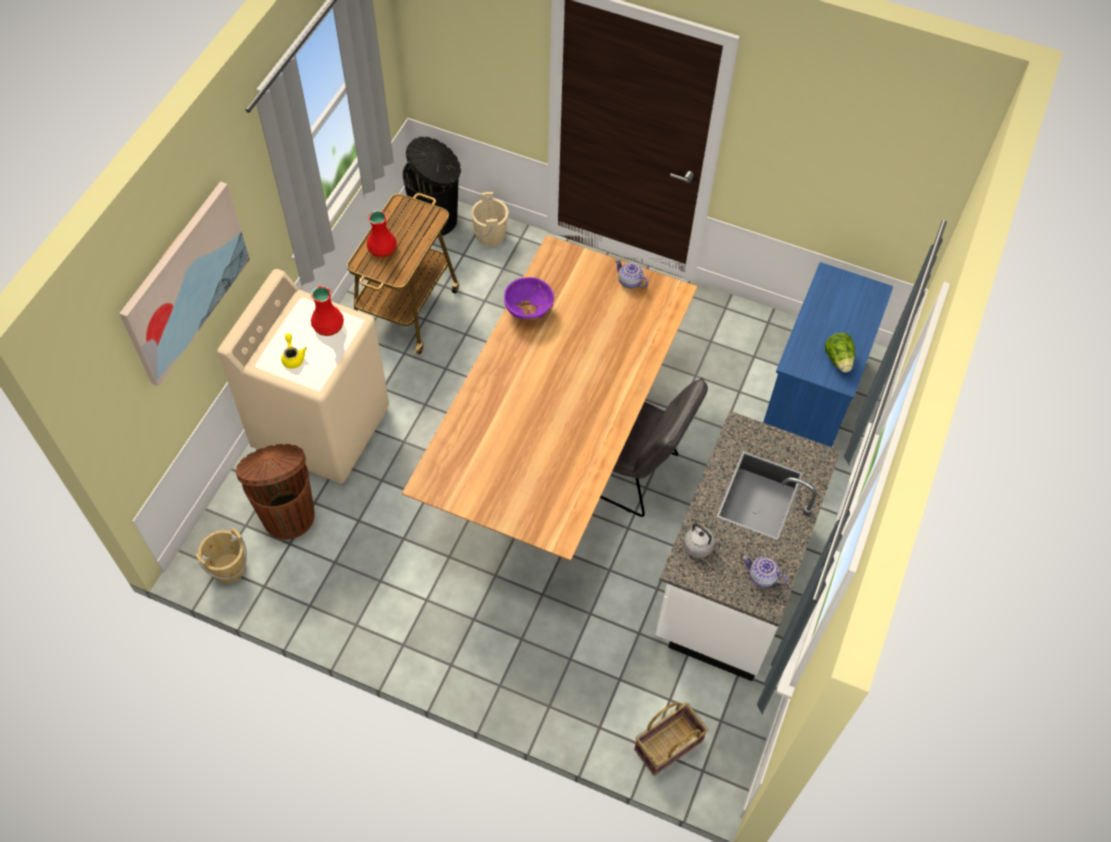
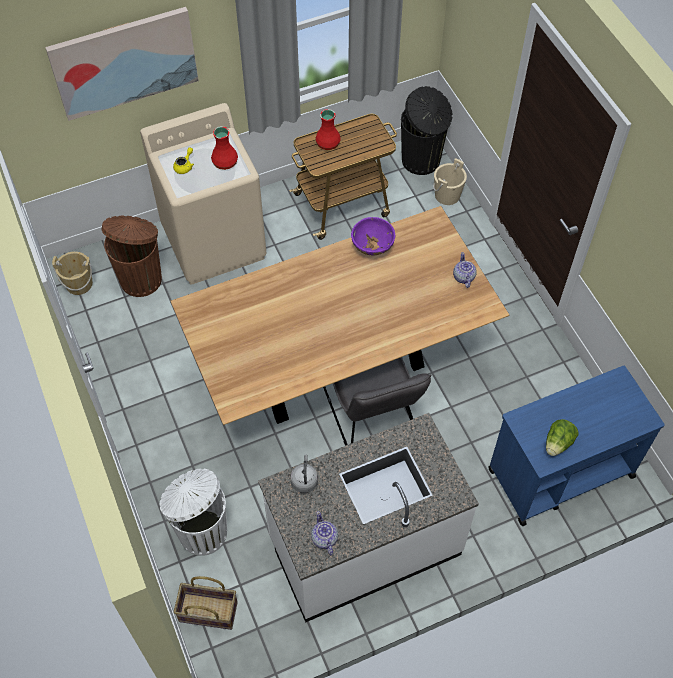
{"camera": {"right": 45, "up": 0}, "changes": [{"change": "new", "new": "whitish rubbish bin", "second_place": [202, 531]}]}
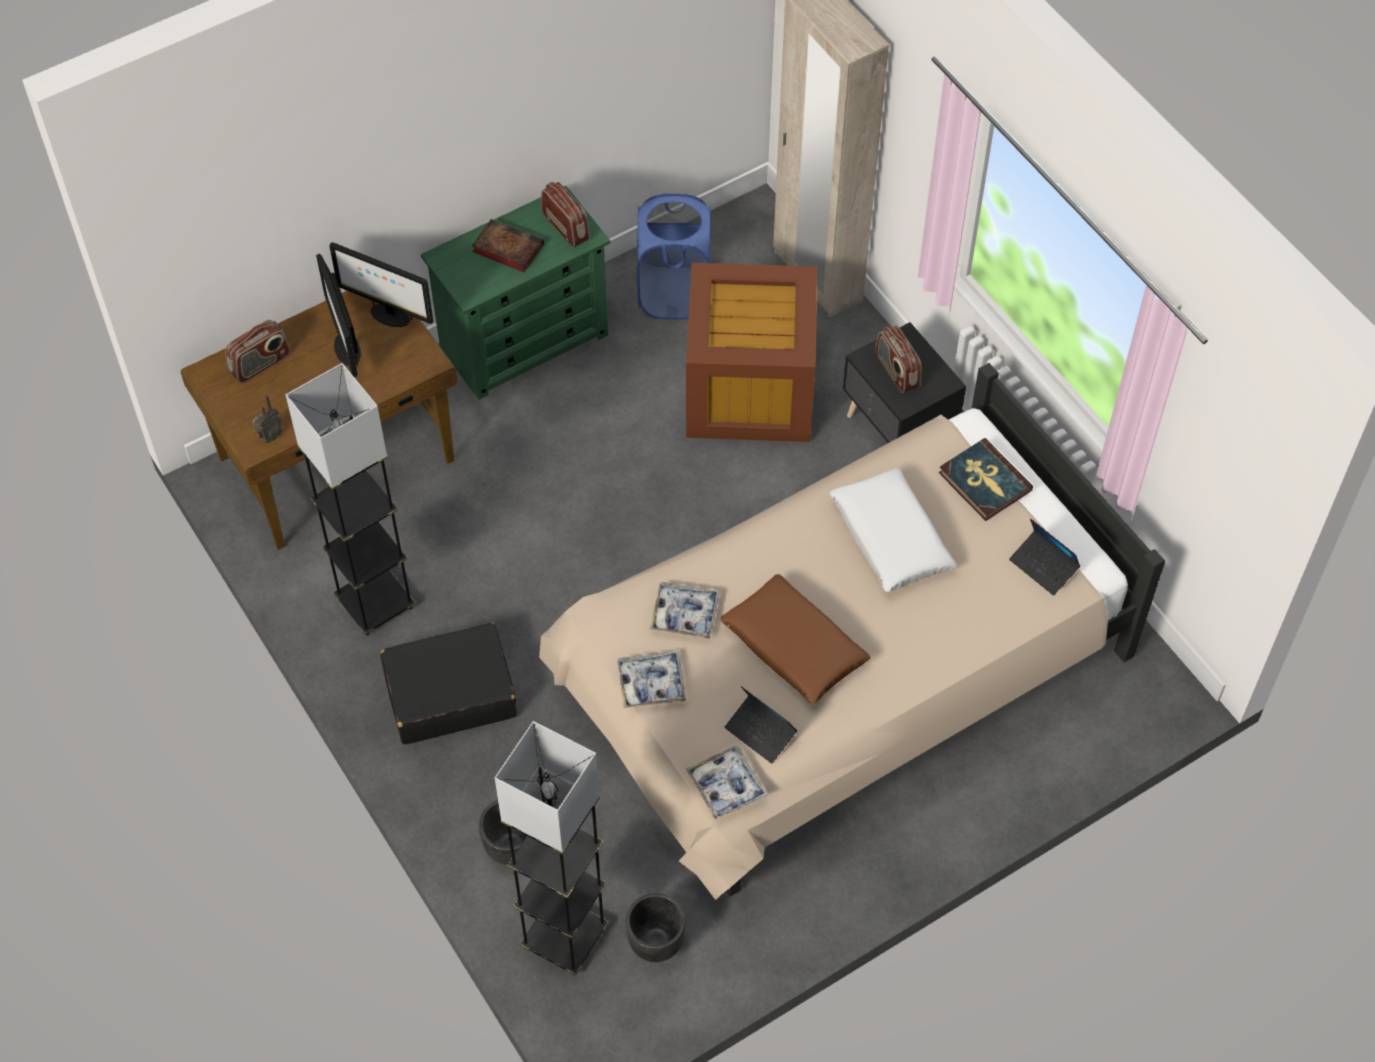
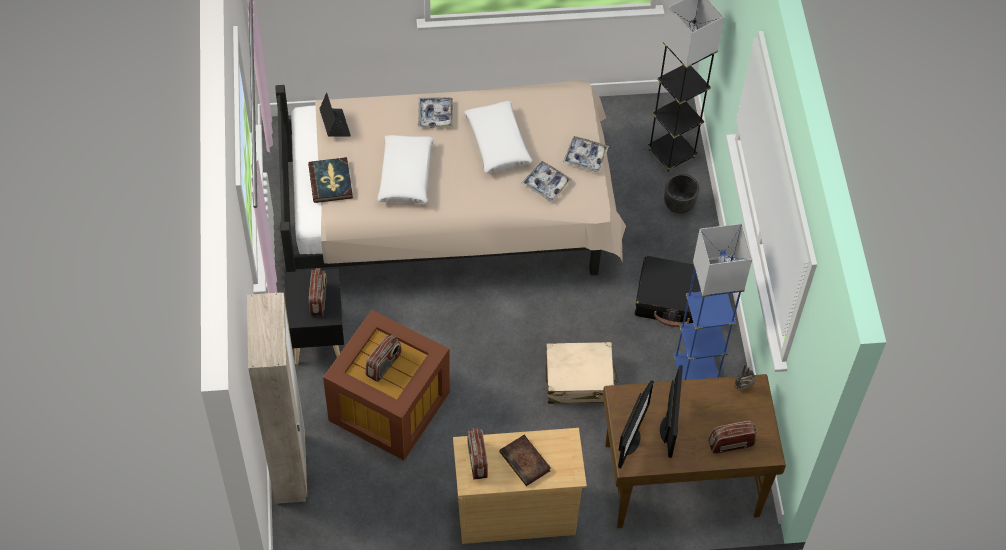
{"camera": {"right": -155, "up": 0}, "changes": [{"change": "gone", "old": "black plant pot", "first_place": [655, 944]}, {"change": "gone", "old": "blue laundry basket", "first_place": [674, 294]}, {"change": "gone", "old": "notebook computer", "first_place": [760, 732]}, {"change": "new", "new": "radio", "second_place": [384, 365]}, {"change": "new", "new": "beige-coloured travel case", "second_place": [579, 380]}, {"change": "shifted", "old": "serving tray", "first_place": [726, 786], "second_place": [435, 115]}, {"change": "repainted", "old": "greyish standard lamp", "new": "blue standard lamp", "first_place": [375, 604], "second_place": [696, 372]}, {"change": "repainted", "old": "green chest of drawers", "new": "beige-coloured chest of drawers", "first_place": [525, 341], "second_place": [515, 512]}, {"change": "repainted", "old": "brown-coloured cushion", "new": "whitish cushion", "first_place": [793, 647], "second_place": [498, 142]}, {"change": "rotated", "old": "monitor", "first_place": [389, 315], "second_place": [630, 442], "degrees": 60}]}
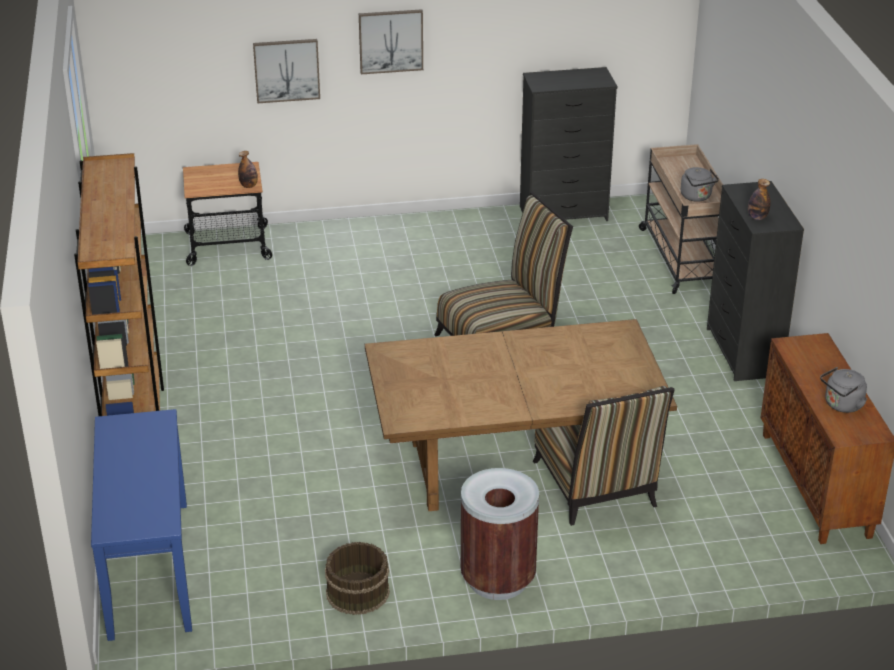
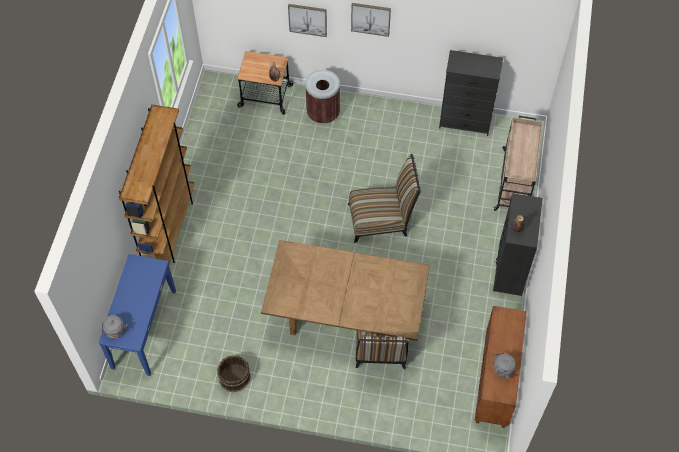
{"camera": {"right": 20, "up": 25}, "changes": [{"change": "shifted", "old": "brown-coloured rubbish bin", "first_place": [497, 579], "second_place": [323, 114]}, {"change": "shifted", "old": "greyish tea kettle", "first_place": [697, 197], "second_place": [115, 332]}]}
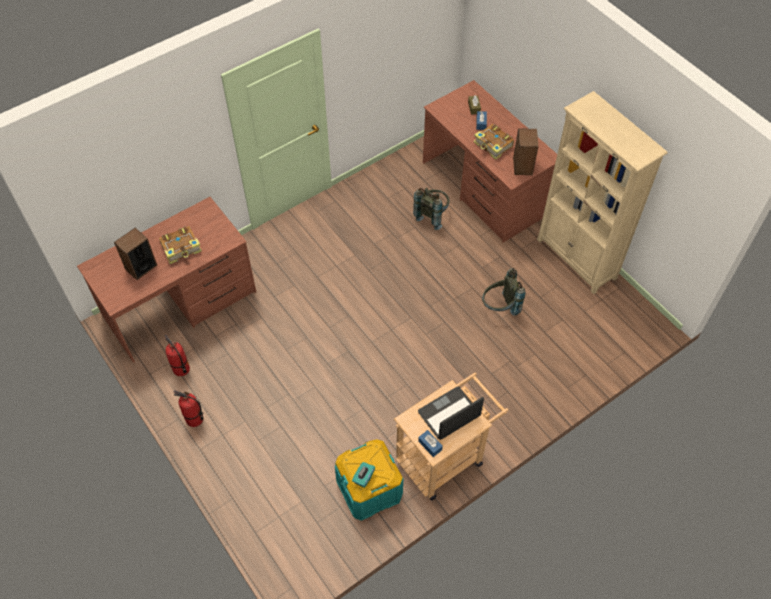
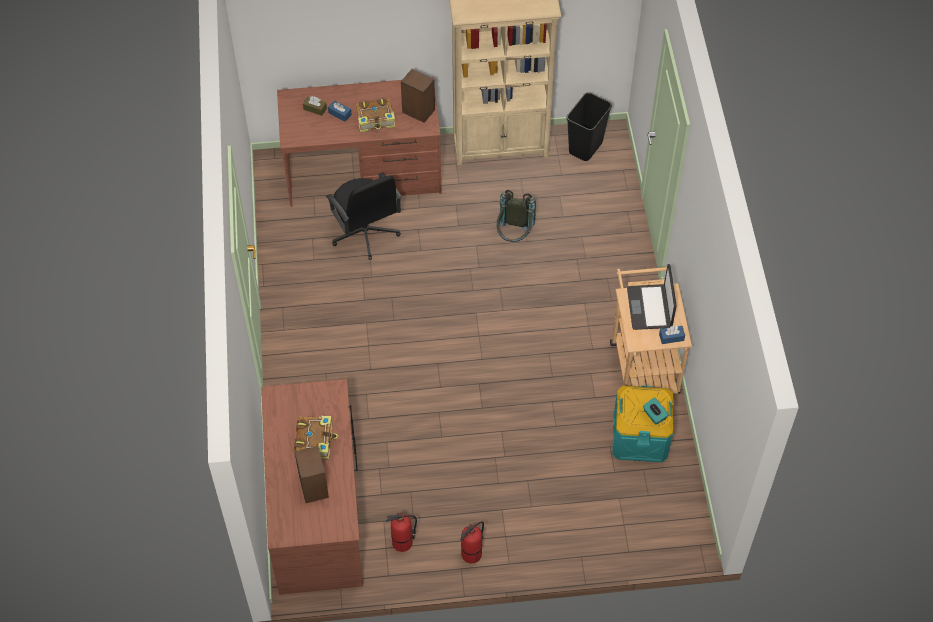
{"camera": {"right": -60, "up": 0}, "changes": [{"change": "new", "new": "black rubbish bin", "second_place": [585, 147]}, {"change": "swapped", "old": "greyish backpack", "new": "black office chair", "first_place": [432, 215], "second_place": [365, 233]}]}
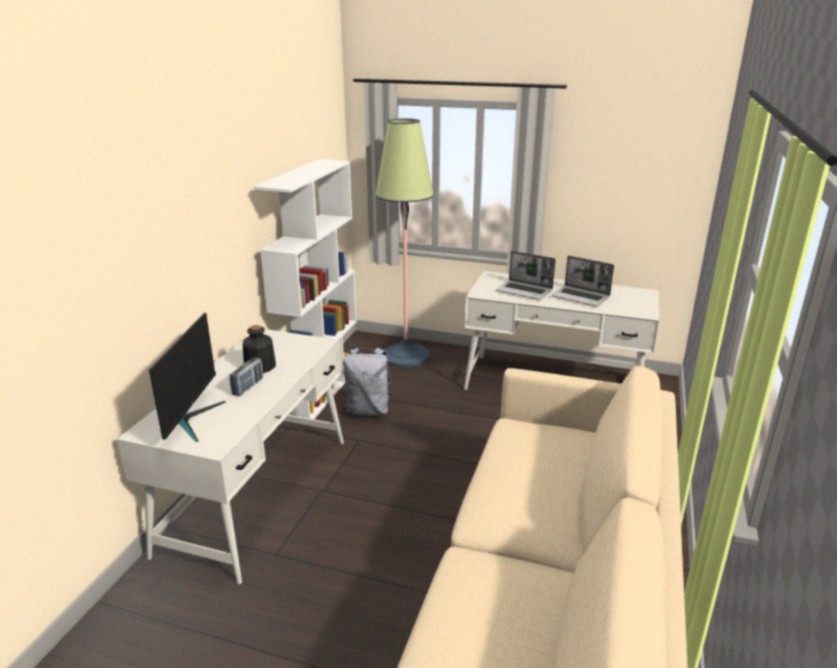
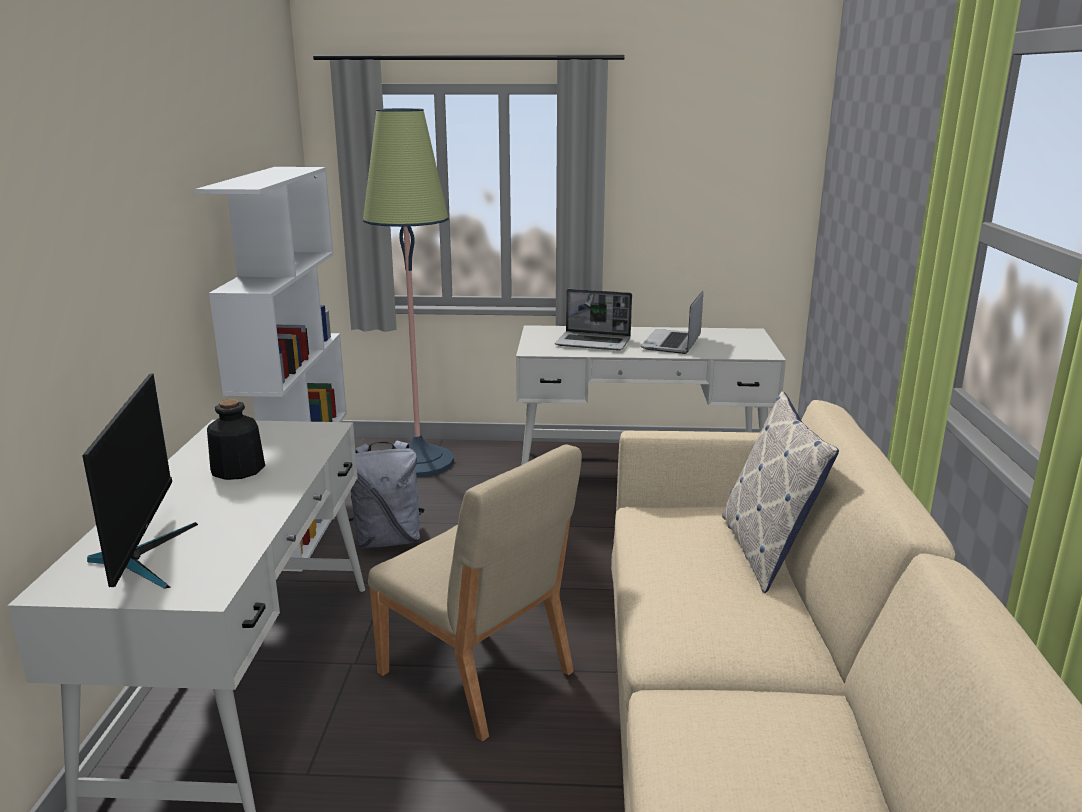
{"camera": {"right": -15, "up": -5}, "changes": [{"change": "gone", "old": "radio", "first_place": [248, 387]}, {"change": "new", "new": "beige-coloured chair", "second_place": [476, 674]}, {"change": "new", "new": "cushion", "second_place": [766, 551]}, {"change": "rotated", "old": "notebook computer", "first_place": [581, 297], "second_place": [672, 343], "degrees": 90}]}
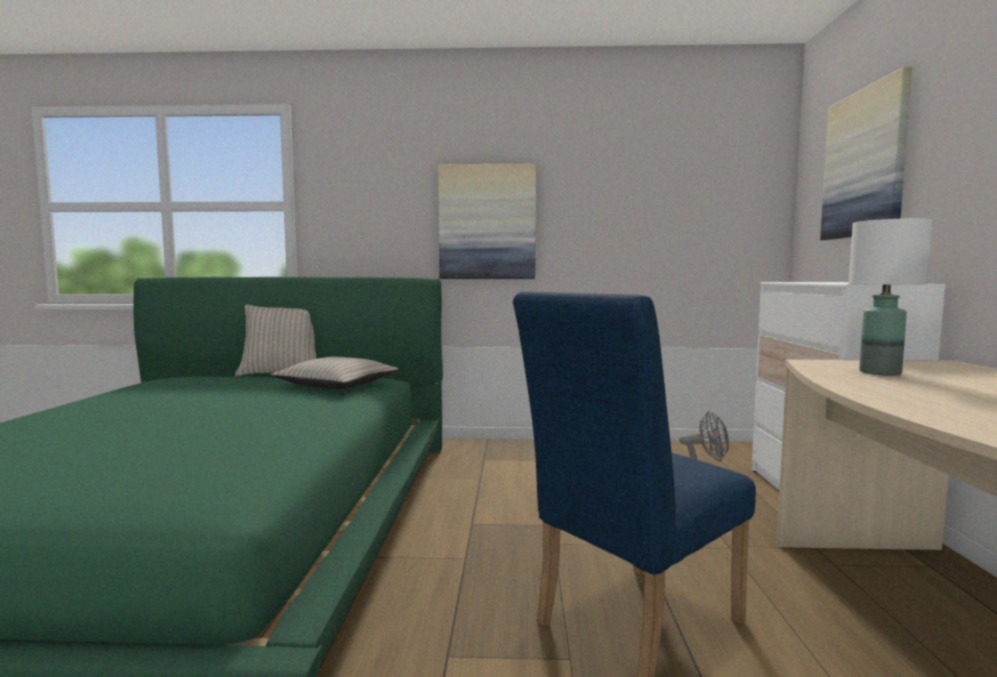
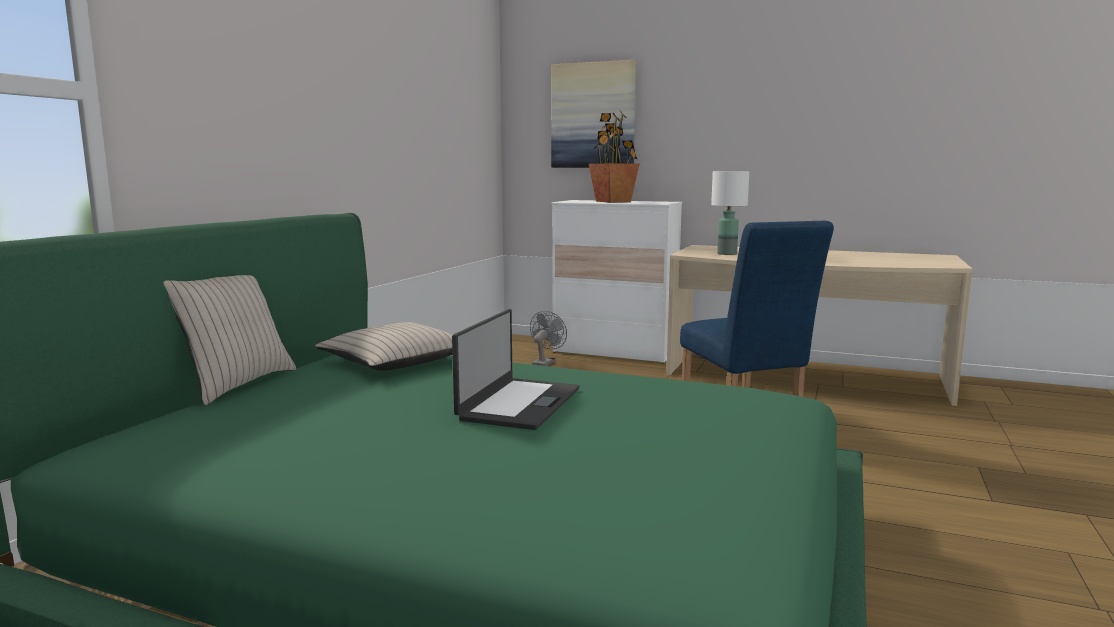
{"camera": {"right": -70, "up": 5}, "changes": [{"change": "gone", "old": "wall picture", "first_place": [487, 222]}, {"change": "new", "new": "notebook computer", "second_place": [518, 404]}, {"change": "new", "new": "plant in a pot", "second_place": [612, 201]}]}
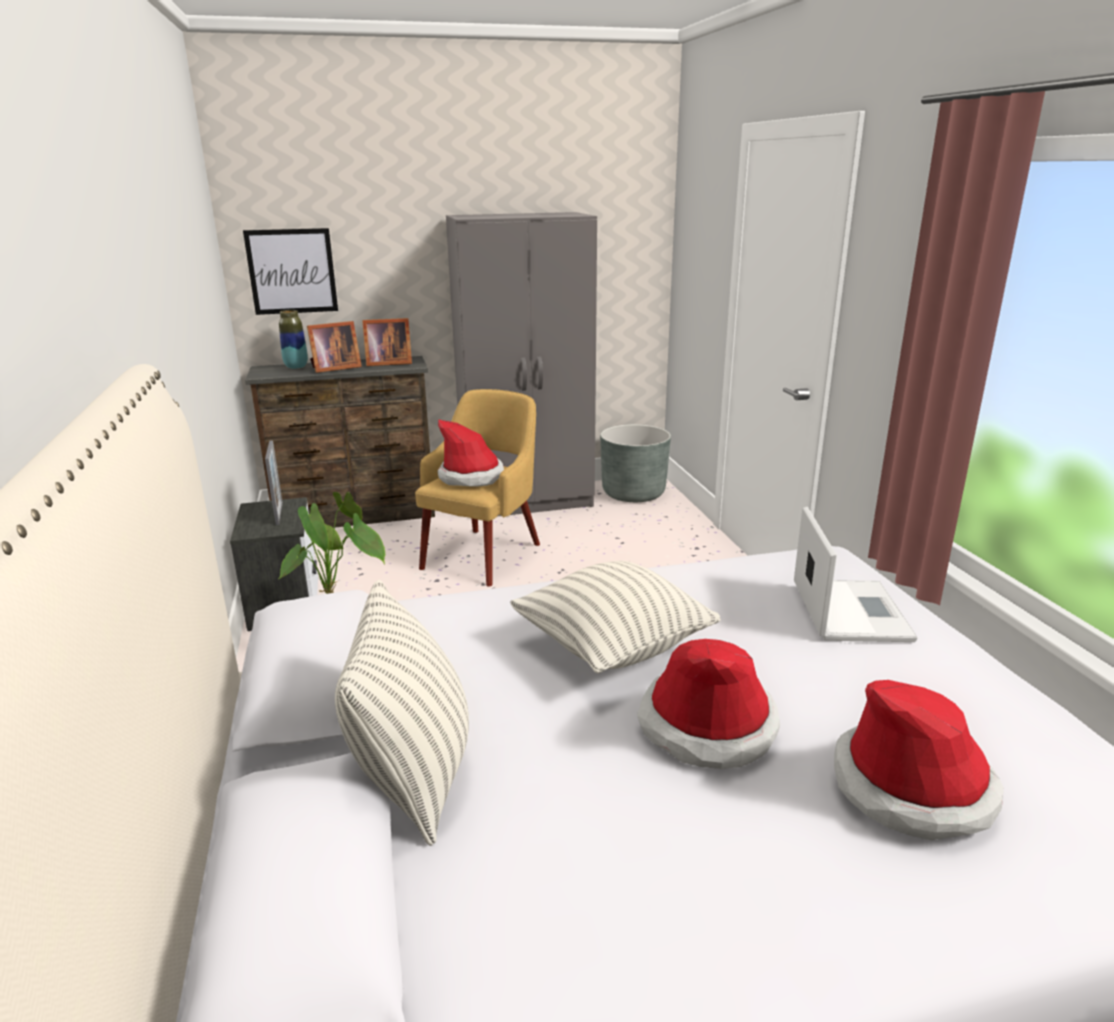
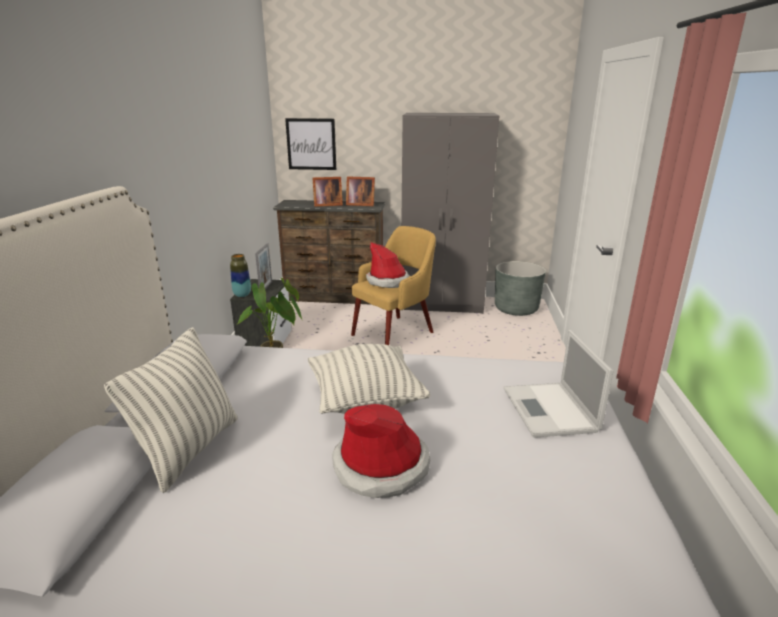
{"camera": {"right": 20, "up": 0}, "changes": [{"change": "gone", "old": "clothing hat", "first_place": [912, 786]}, {"change": "shifted", "old": "flower vase", "first_place": [296, 367], "second_place": [242, 295]}, {"change": "rotated", "old": "notebook computer", "first_place": [849, 610], "second_place": [550, 410], "degrees": 150}]}
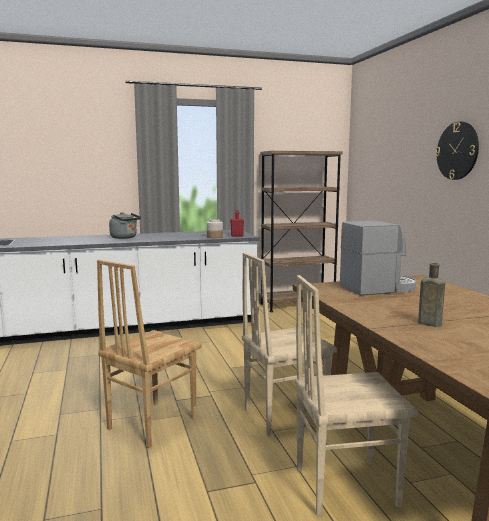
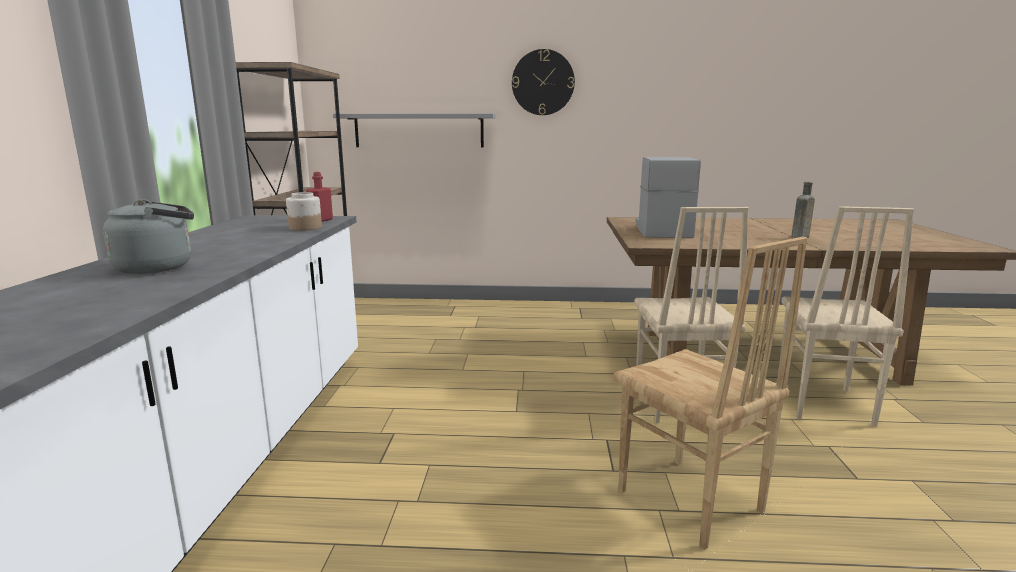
{"camera": {"right": -70, "up": 5}, "changes": [{"change": "new", "new": "greyish wall shelf", "second_place": [419, 130]}]}
